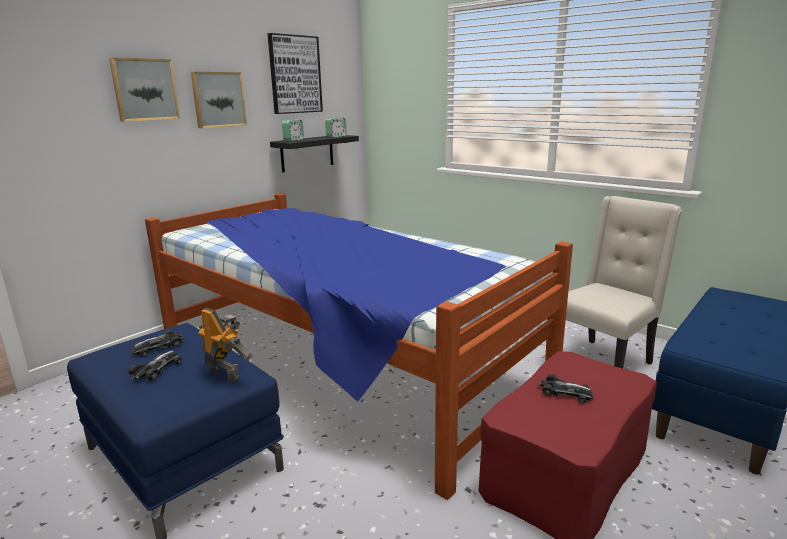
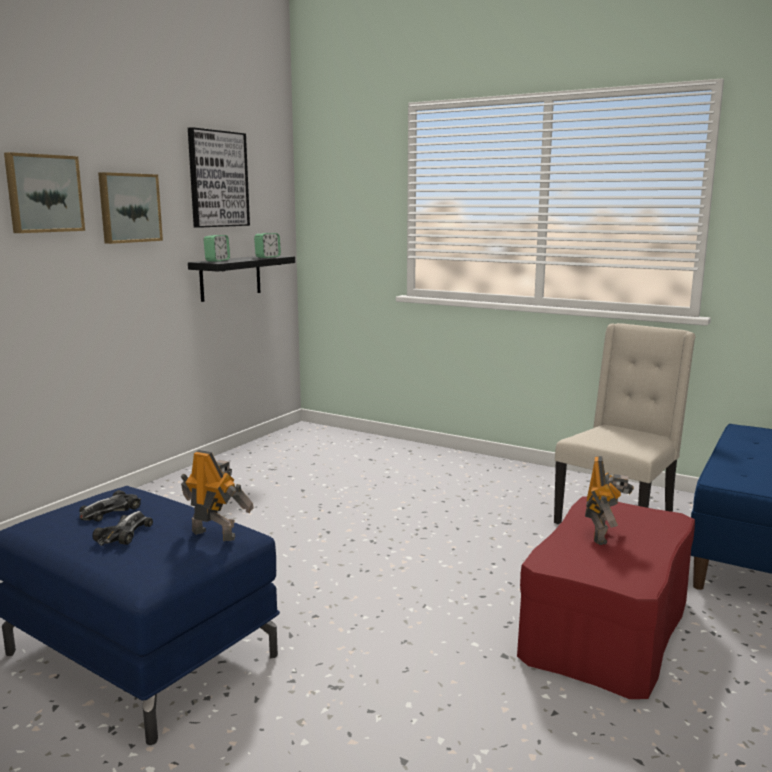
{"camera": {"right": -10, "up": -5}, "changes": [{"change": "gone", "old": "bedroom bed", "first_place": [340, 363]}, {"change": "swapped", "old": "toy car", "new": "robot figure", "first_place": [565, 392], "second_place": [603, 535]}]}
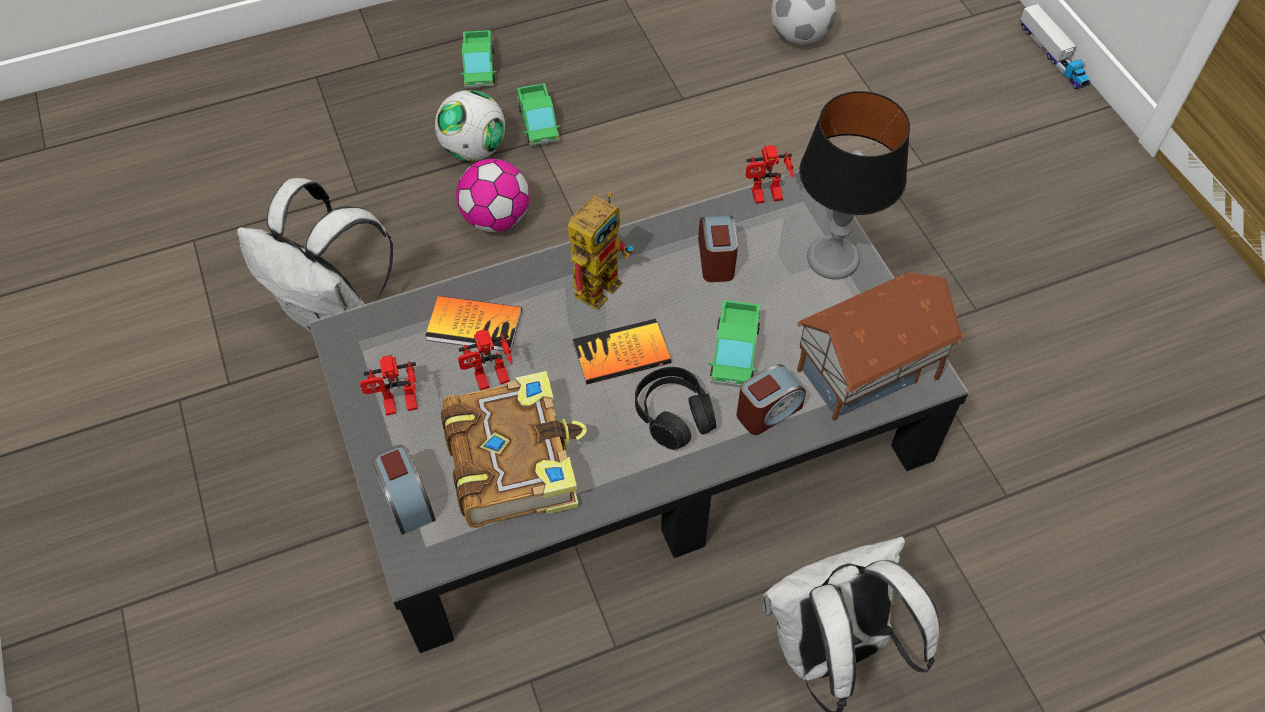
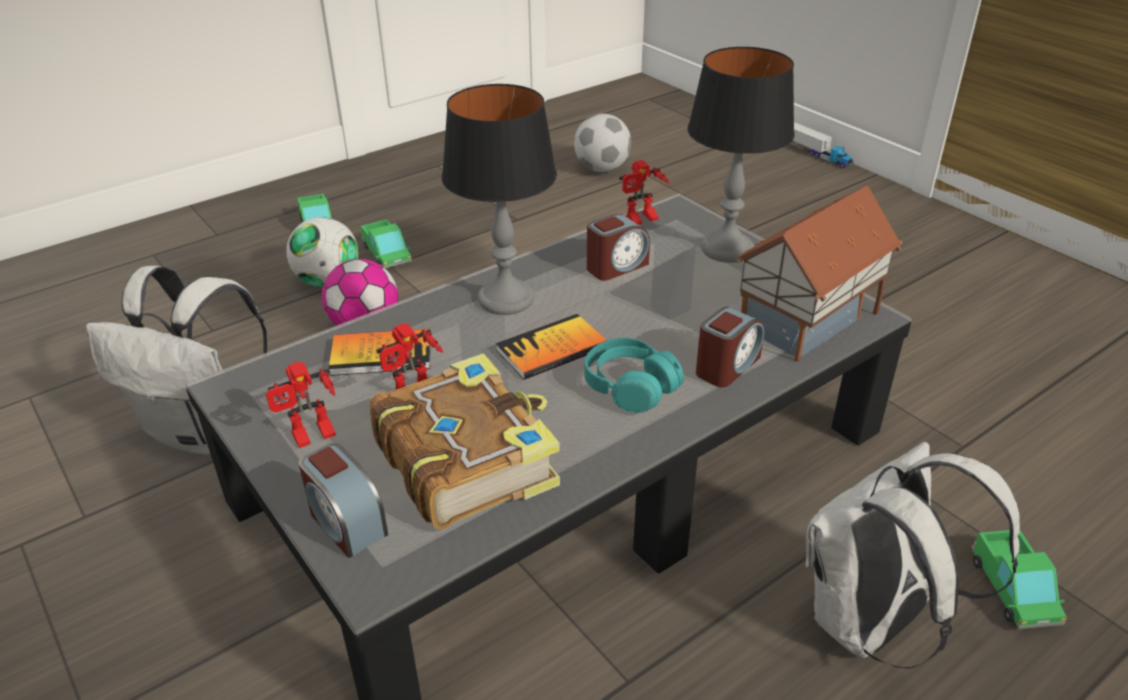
{"camera": {"right": -15, "up": -20}, "changes": [{"change": "shifted", "old": "model truck", "first_place": [734, 352], "second_place": [1013, 590]}, {"change": "swapped", "old": "robot figure", "new": "lamp for a table", "first_place": [600, 280], "second_place": [506, 299]}, {"change": "repainted", "old": "black headset", "new": "turquoise-coloured headset", "first_place": [674, 415], "second_place": [630, 387]}, {"change": "rotated", "old": "table clock", "first_place": [716, 259], "second_place": [616, 266], "degrees": 75}]}
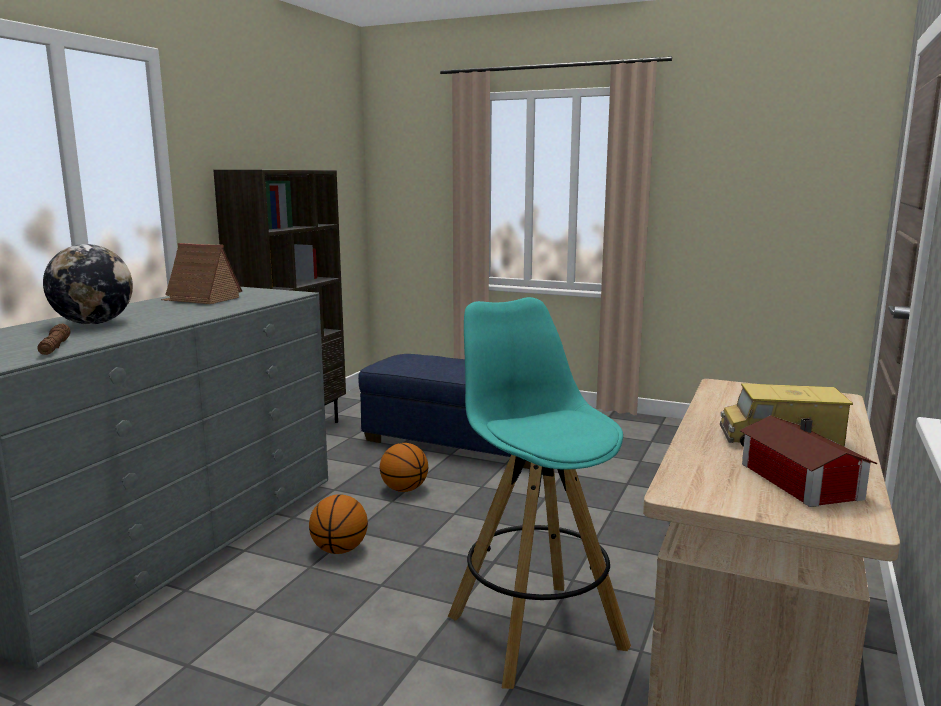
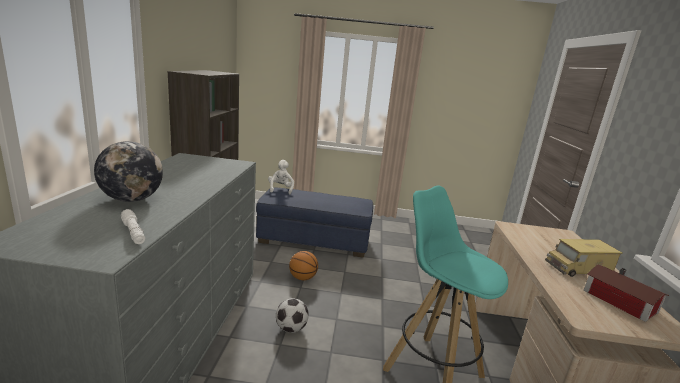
{"camera": {"right": -20, "up": 5}, "changes": [{"change": "gone", "old": "toy house", "first_place": [201, 299]}, {"change": "new", "new": "whitish cuddly toy", "second_place": [280, 189]}, {"change": "swapped", "old": "basketball", "new": "ball for football", "first_place": [340, 550], "second_place": [291, 328]}, {"change": "repainted", "old": "brown-coloured torch", "new": "whitish torch", "first_place": [55, 347], "second_place": [133, 232]}]}
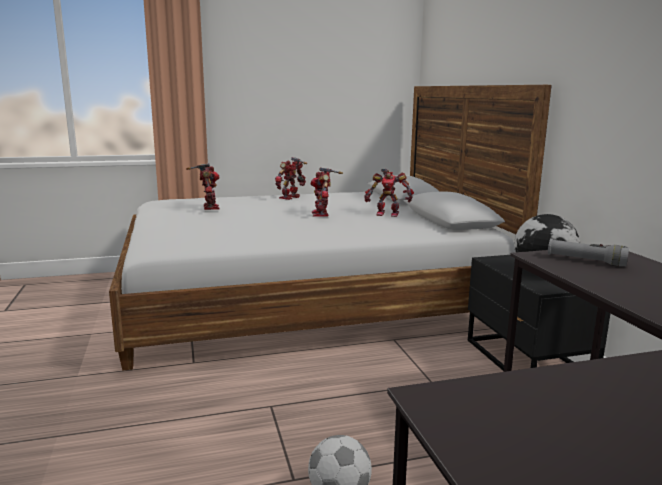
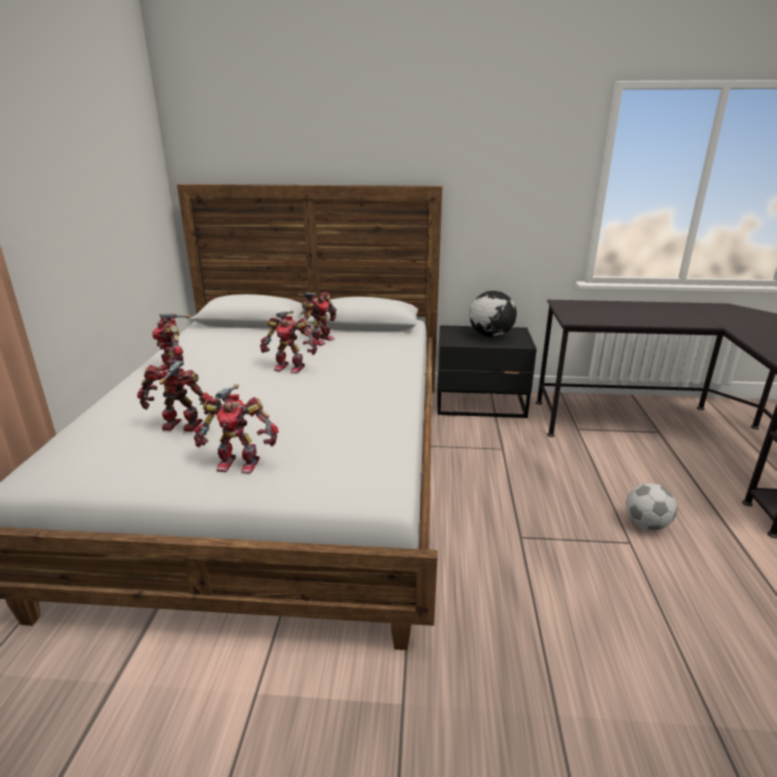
{"camera": {"right": -70, "up": 10}, "changes": [{"change": "gone", "old": "greyish torch", "first_place": [586, 261]}, {"change": "new", "new": "robot figure", "second_place": [239, 463]}]}
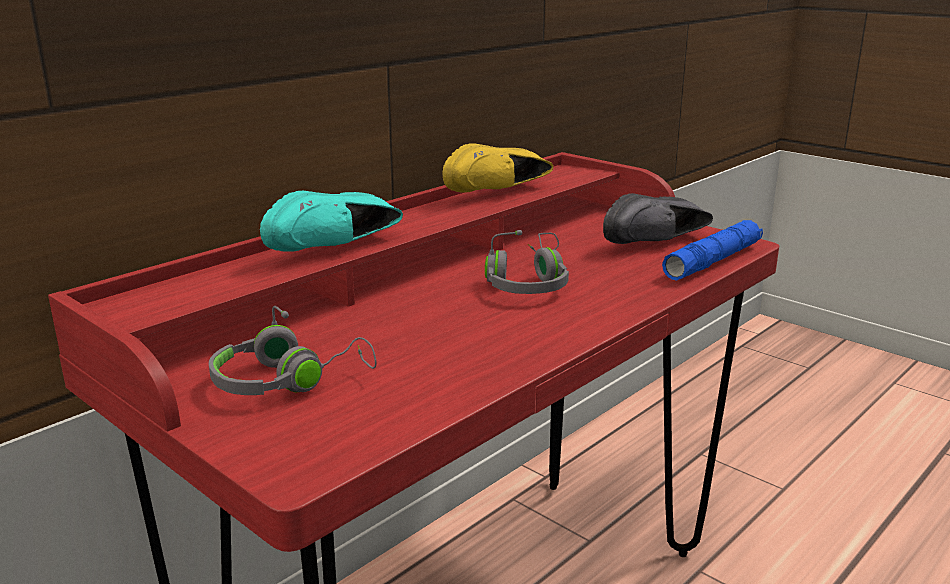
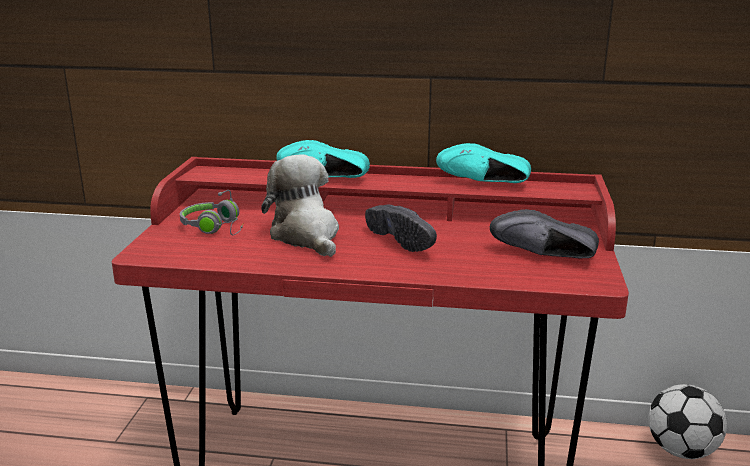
{"camera": {"right": 55, "up": 0}, "changes": [{"change": "gone", "old": "blue torch", "first_place": [713, 261]}, {"change": "new", "new": "cuddly toy", "second_place": [306, 236]}, {"change": "new", "new": "ball for football", "second_place": [681, 450]}, {"change": "swapped", "old": "greyish headset", "new": "black shoe", "first_place": [528, 282], "second_place": [406, 240]}, {"change": "repainted", "old": "yellowish shoe", "new": "turquoise-coloured shoe", "first_place": [501, 192], "second_place": [484, 184]}]}
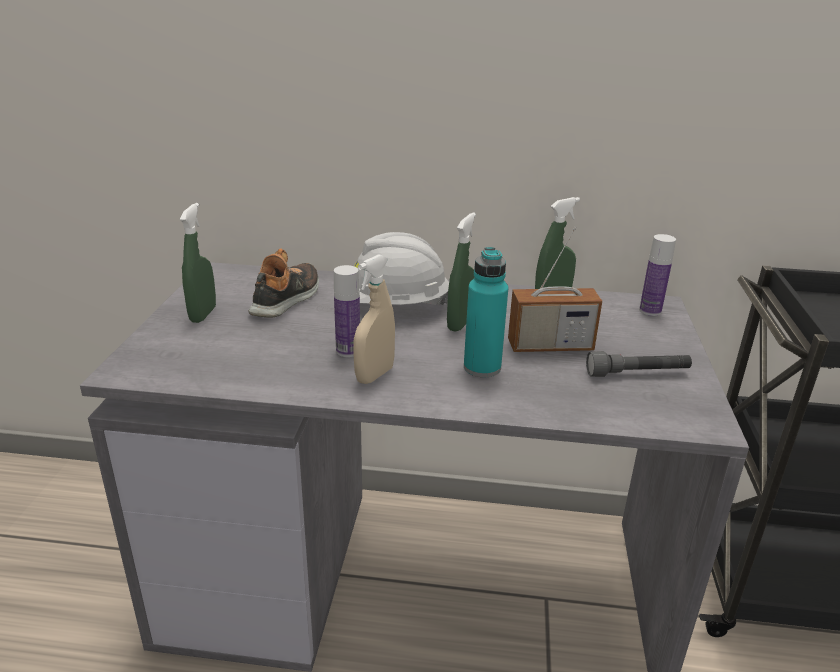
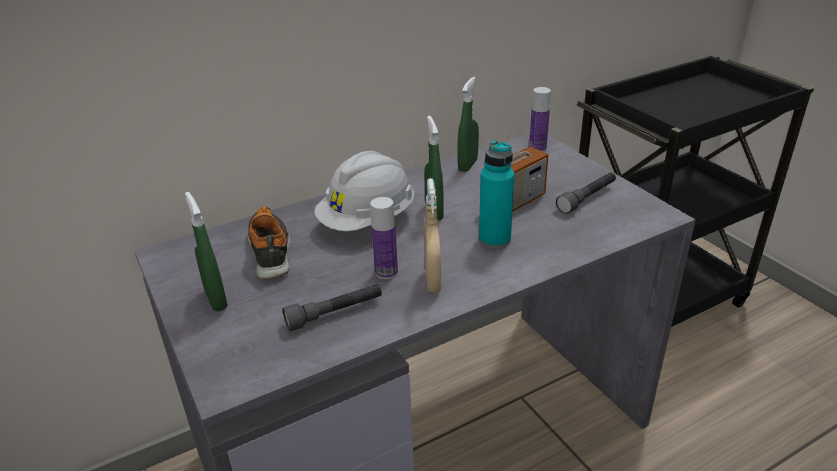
{"camera": {"right": -35, "up": 5}, "changes": [{"change": "new", "new": "greyish torch", "second_place": [335, 313]}]}
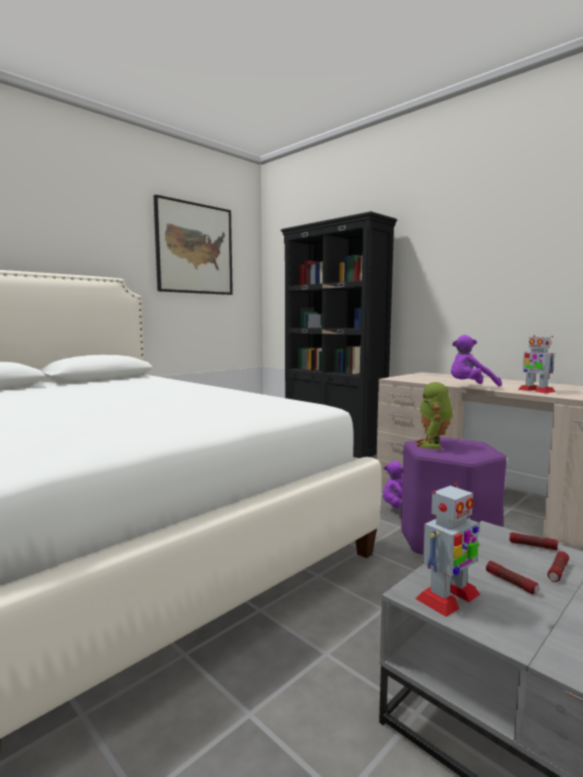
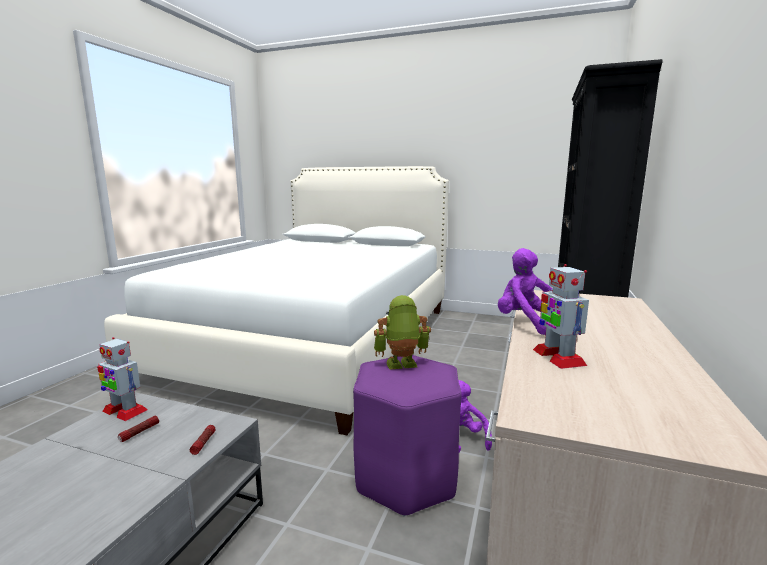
{"camera": {"right": 65, "up": 5}, "changes": [{"change": "gone", "old": "wall picture", "first_place": [194, 249]}, {"change": "gone", "old": "torch", "first_place": [558, 572]}, {"change": "rotated", "old": "robot figure", "first_place": [535, 390], "second_place": [558, 357], "degrees": -45}]}
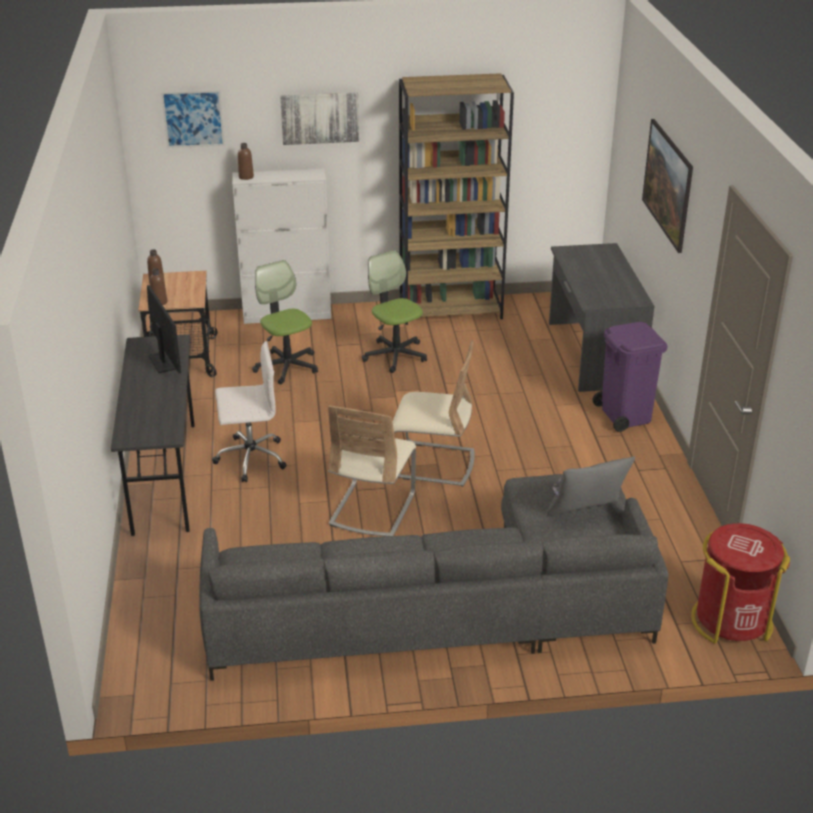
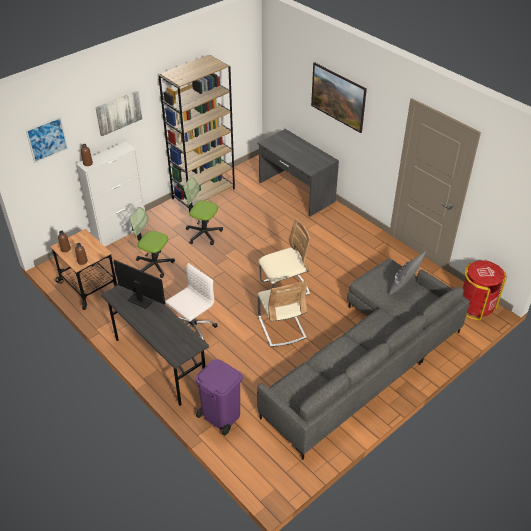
{"camera": {"right": -35, "up": 10}, "changes": [{"change": "shifted", "old": "purple rubbish bin", "first_place": [625, 414], "second_place": [220, 416]}]}
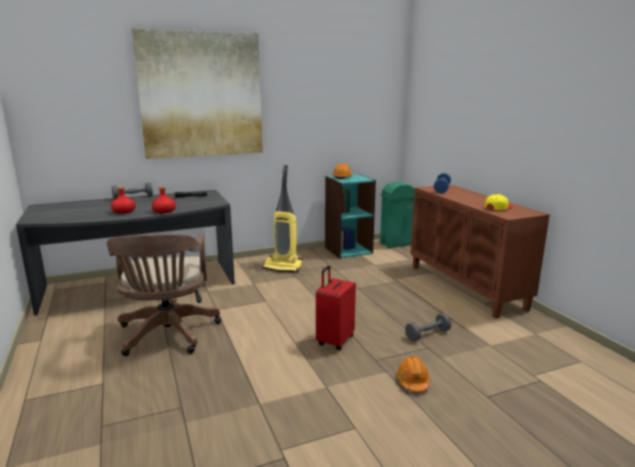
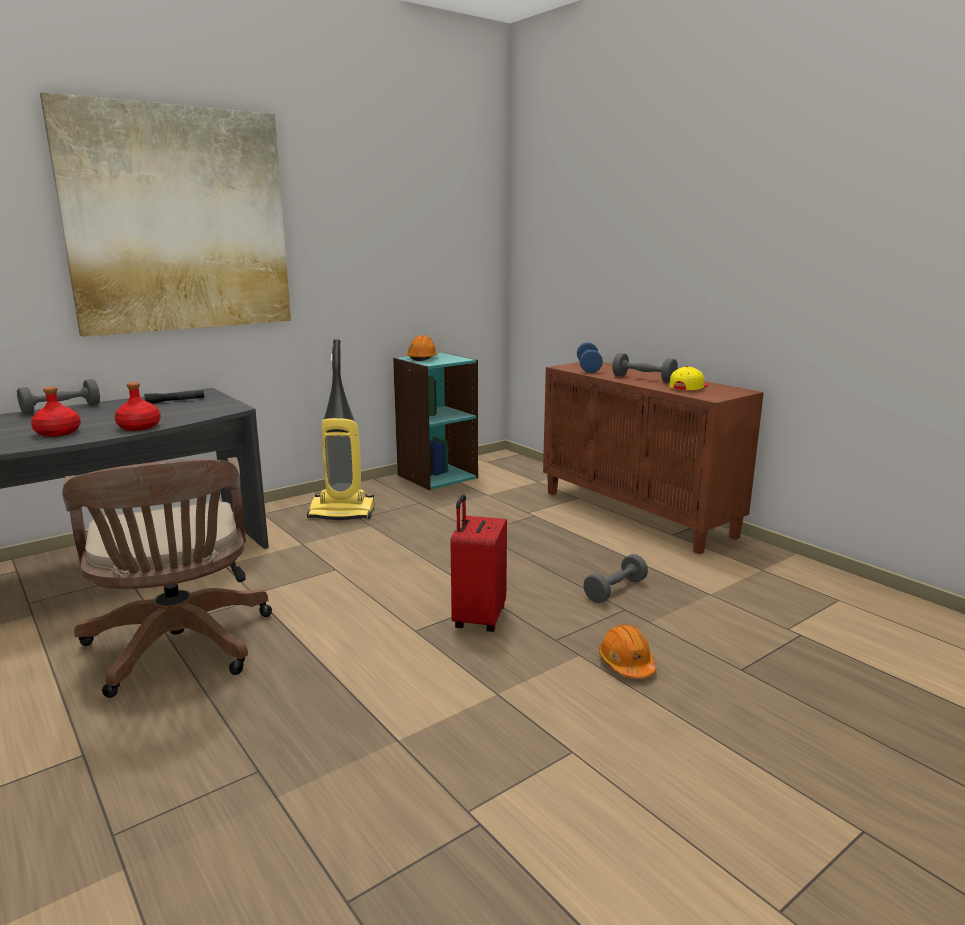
{"camera": {"right": -15, "up": 0}, "changes": [{"change": "gone", "old": "green rubbish bin", "first_place": [395, 244]}, {"change": "new", "new": "greyish hand weight", "second_place": [643, 379]}]}
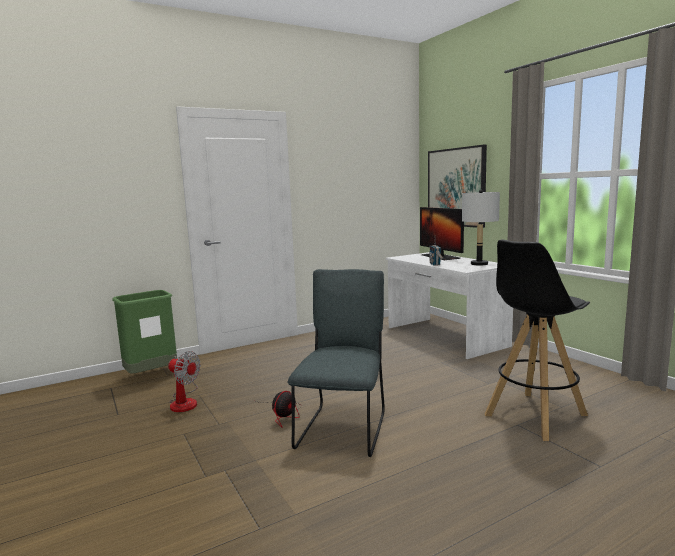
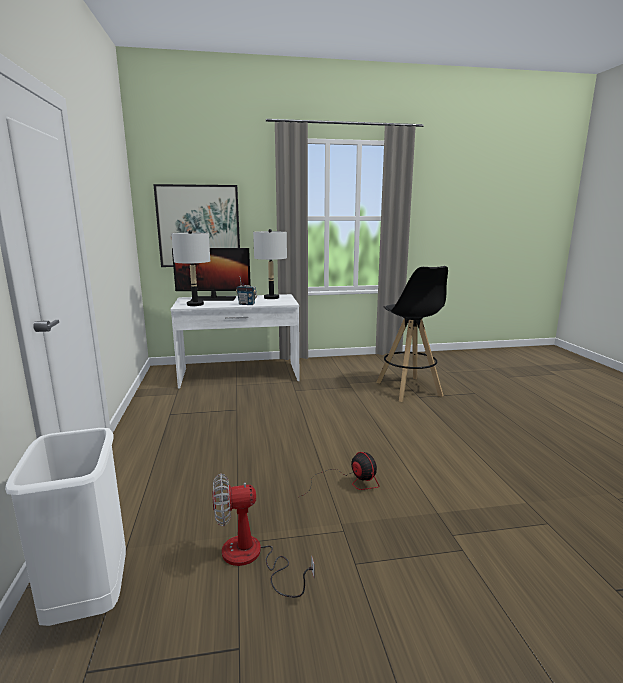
{"camera": {"right": -70, "up": 5}, "changes": [{"change": "gone", "old": "greyish chair", "first_place": [343, 428]}, {"change": "new", "new": "greyish lamp for a table", "second_place": [195, 304]}, {"change": "repainted", "old": "green rubbish bin", "new": "whitish rubbish bin", "first_place": [151, 375], "second_place": [89, 600]}, {"change": "rotated", "old": "fan", "first_place": [185, 401], "second_place": [251, 558], "degrees": -150}]}
